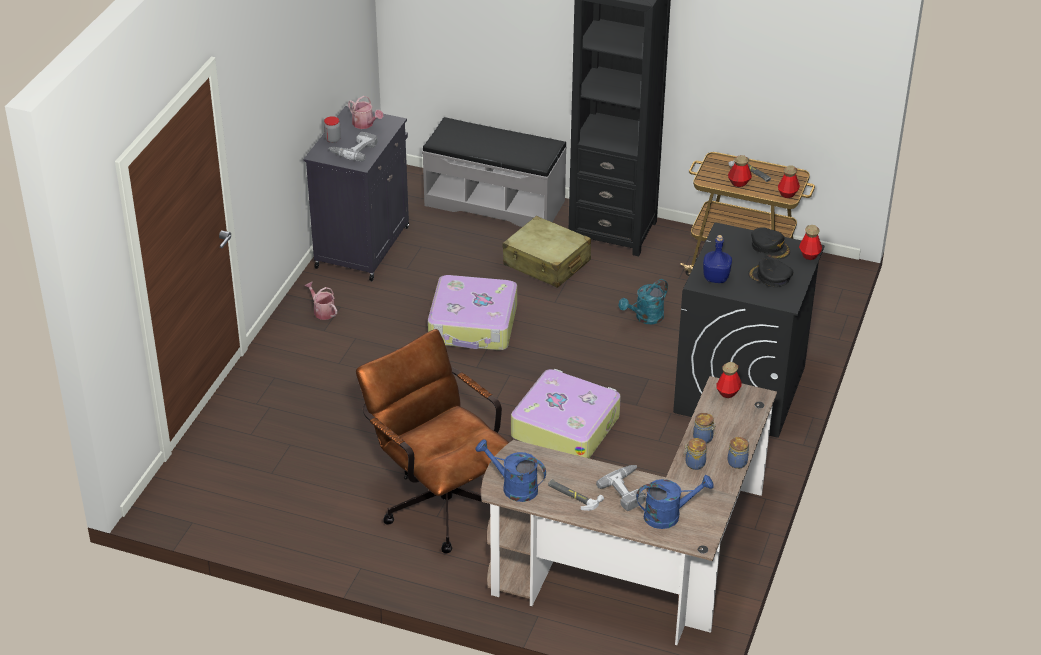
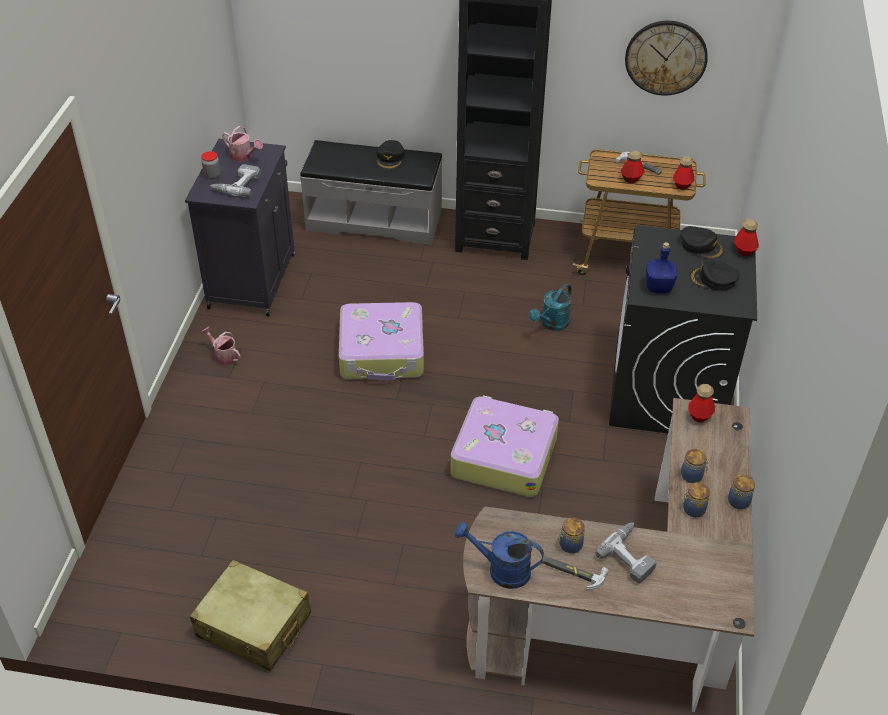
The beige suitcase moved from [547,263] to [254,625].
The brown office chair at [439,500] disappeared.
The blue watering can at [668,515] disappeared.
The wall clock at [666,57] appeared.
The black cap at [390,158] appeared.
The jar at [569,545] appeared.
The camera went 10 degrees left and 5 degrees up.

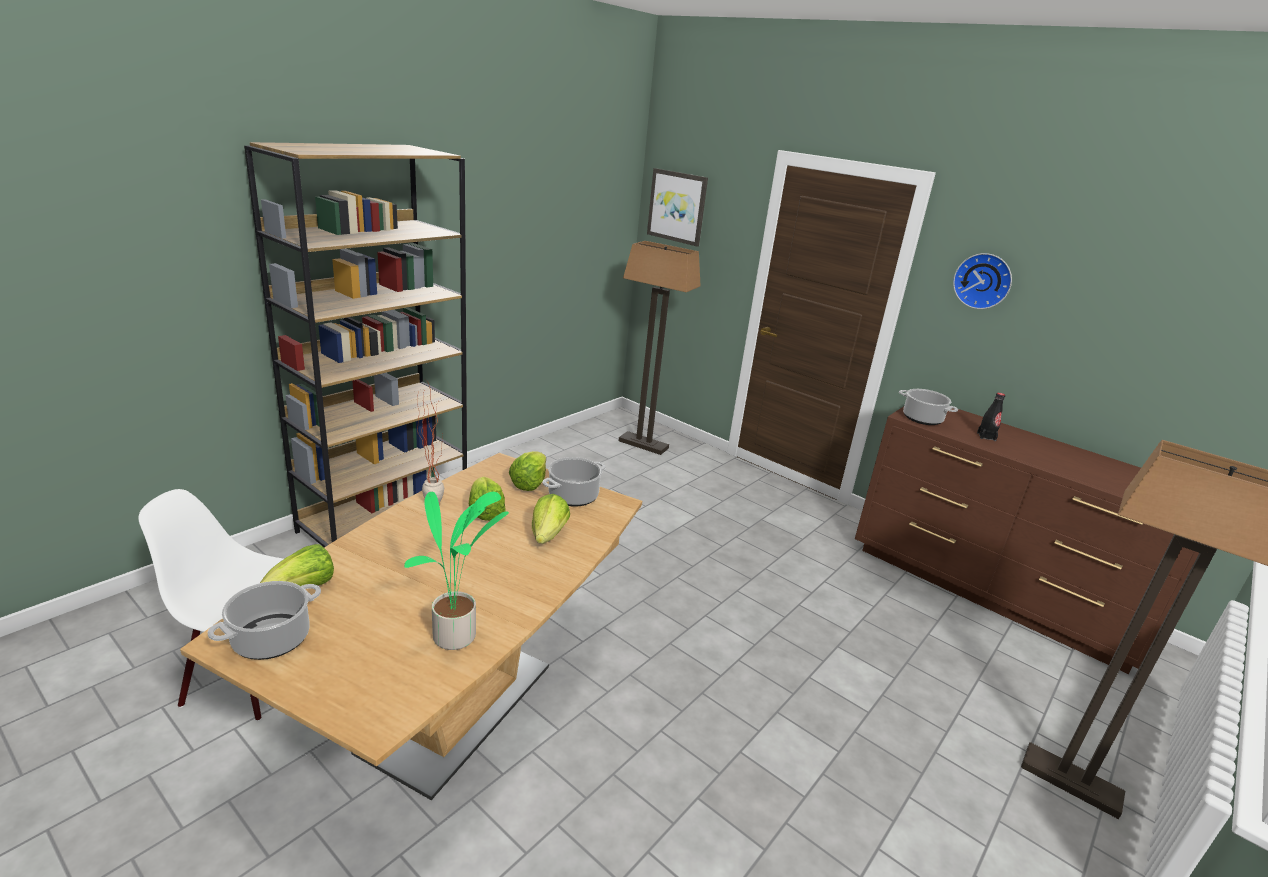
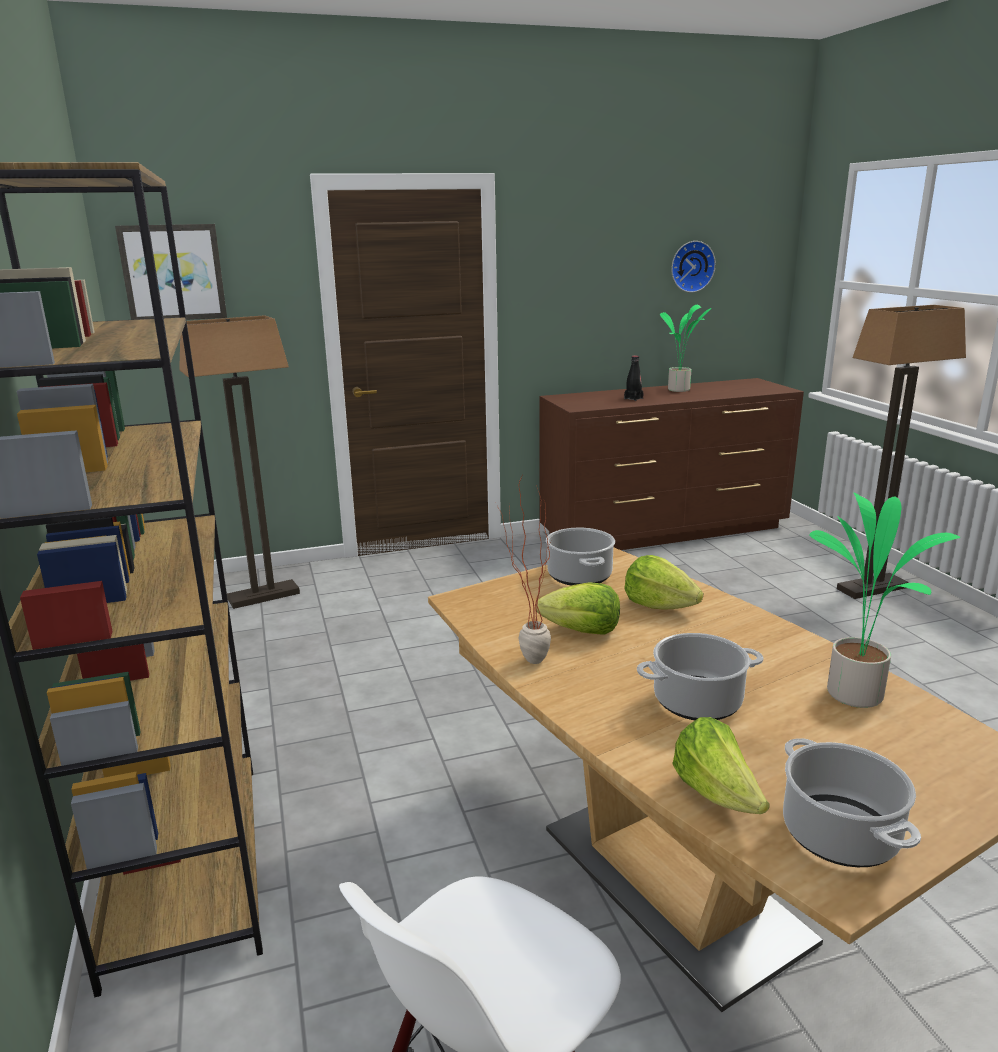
The wall clock moved from [983,280] to [691,266].
The cooking pot moved from [923,419] to [698,701].
The lettuce at [529,483] disappeared.
The potted plant at [680,390] appeared.
The camera went 55 degrees left and 5 degrees down.

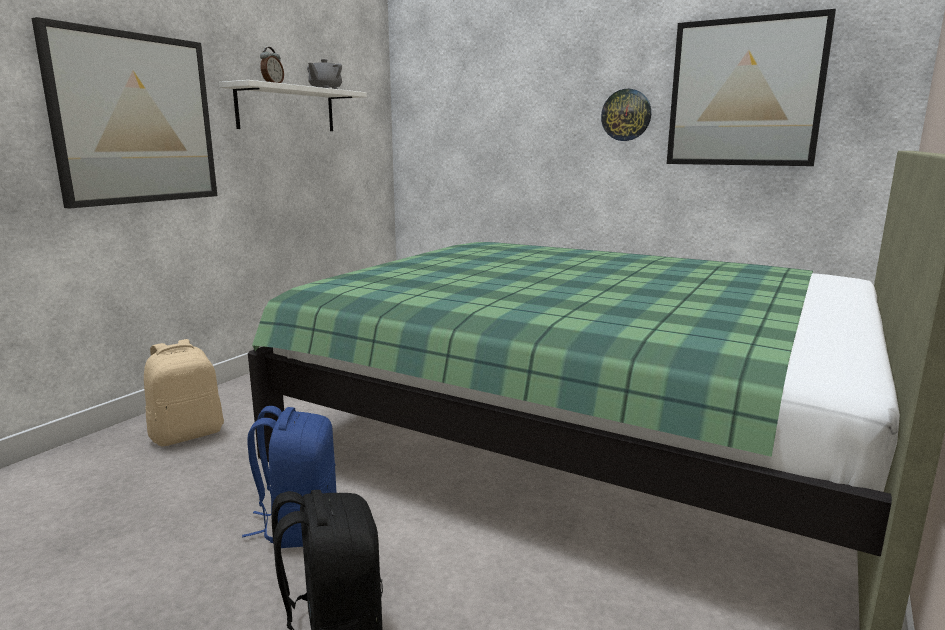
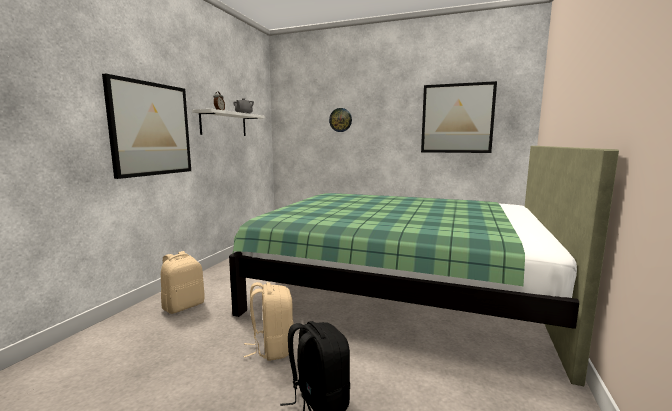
The wall clock moved from [626,115] to [340,120].
The blue backpack at [299,525] became the beige backpack at [272,348].
The camera went 10 degrees left and 5 degrees down.

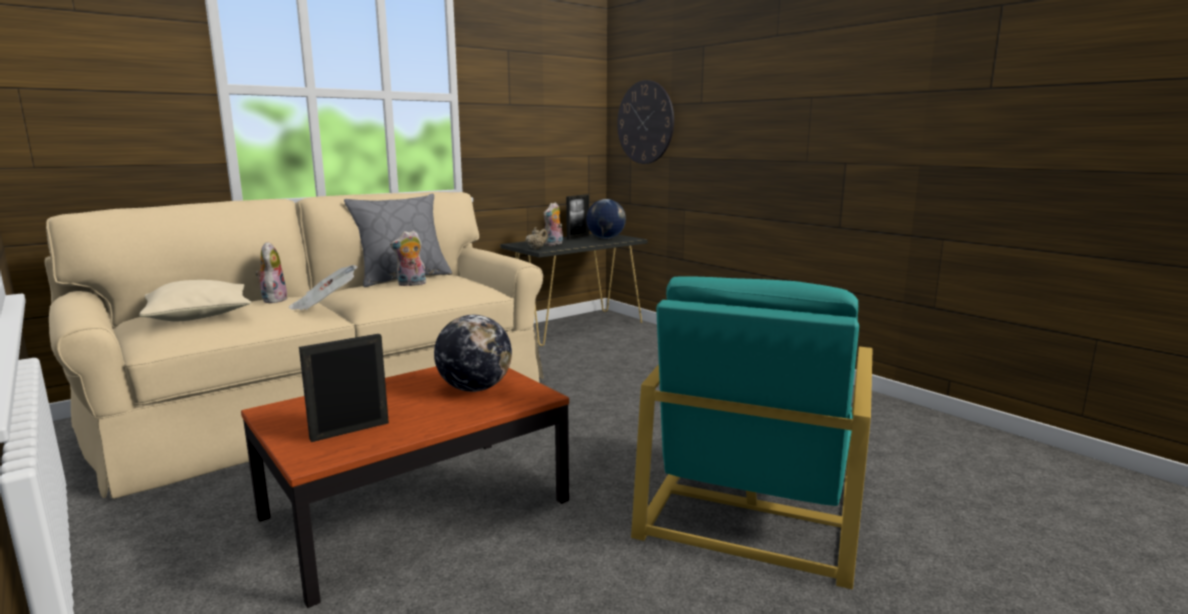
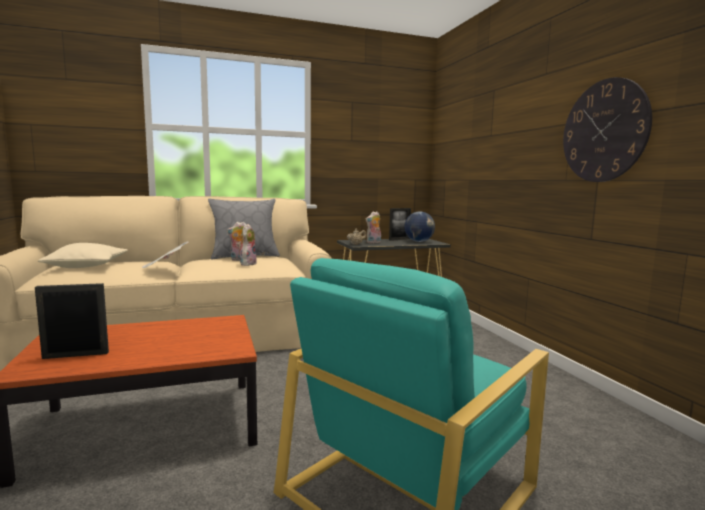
The wall clock moved from [645,122] to [604,131].
The plush toy moved from [273,300] to [247,264].
The globe at [474,389] disappeared.
The camera went 20 degrees right and 5 degrees down.

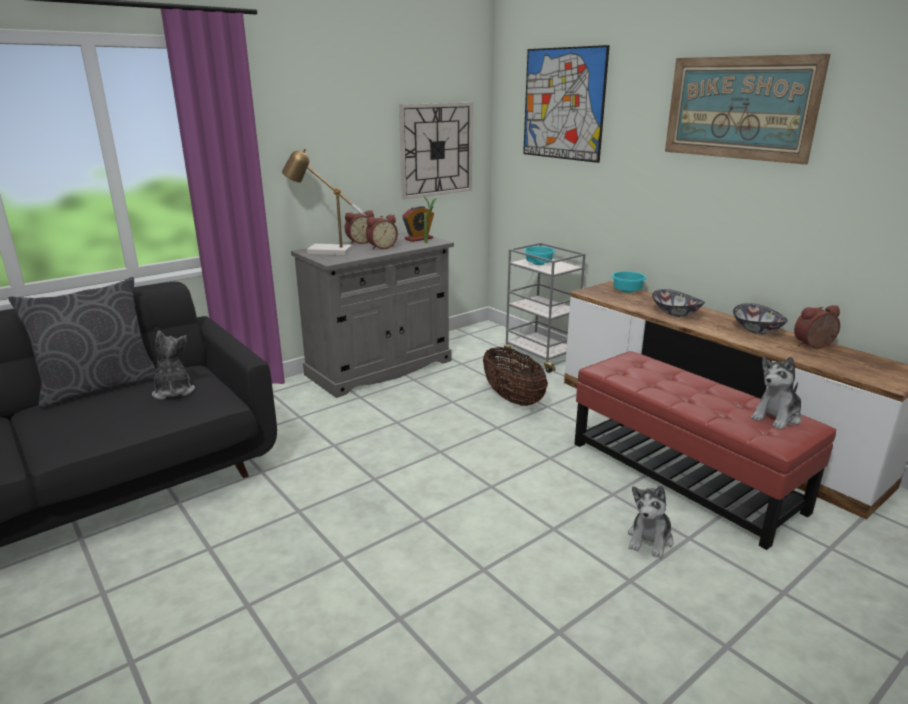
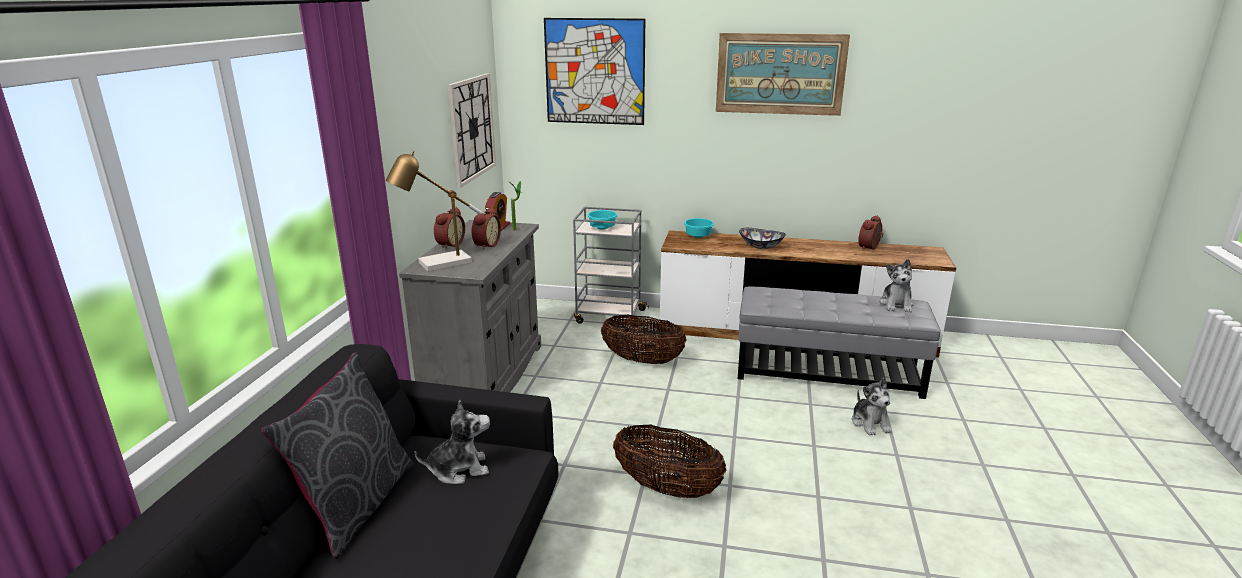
The bowl at [757,330] disappeared.
The plush toy at [173,391] turned 135 degrees clockwise.
The red ottoman at [683,475] became the grey ottoman at [827,371].
The basket at [667,488] appeared.
The camera went 40 degrees left and 0 degrees up.

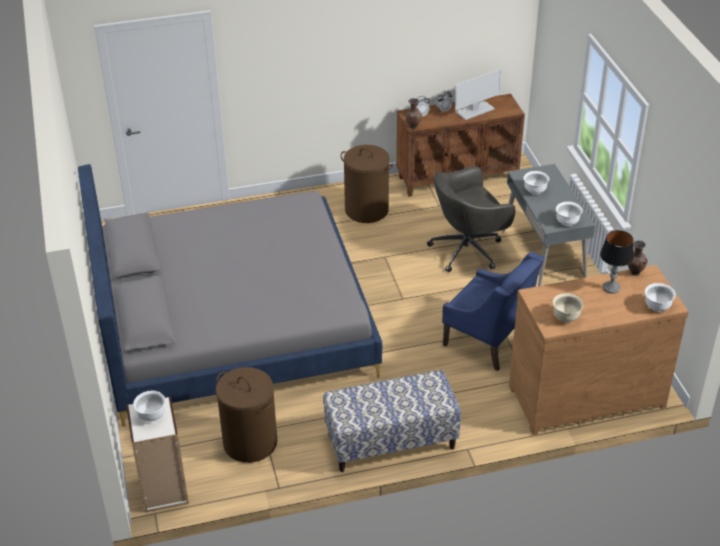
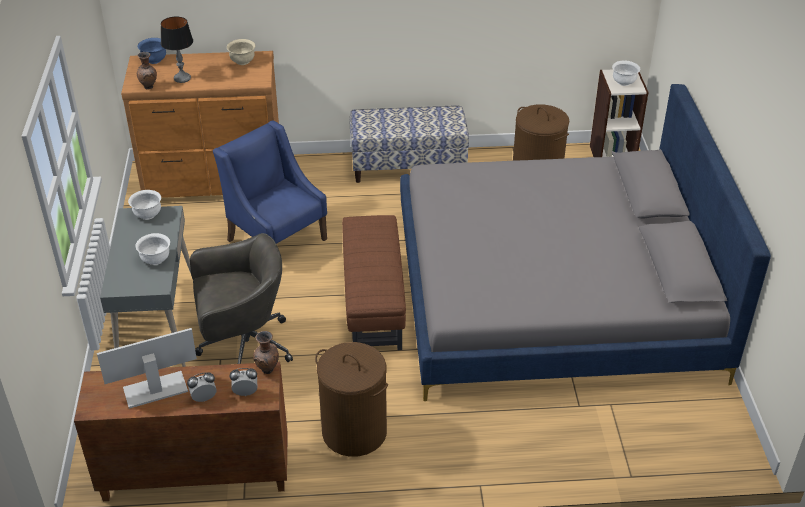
The white bowl at [657,307] became the blue bowl at [154,60].
The brown ottoman at [374,302] appeared.
The camera went 170 degrees left and 0 degrees up.

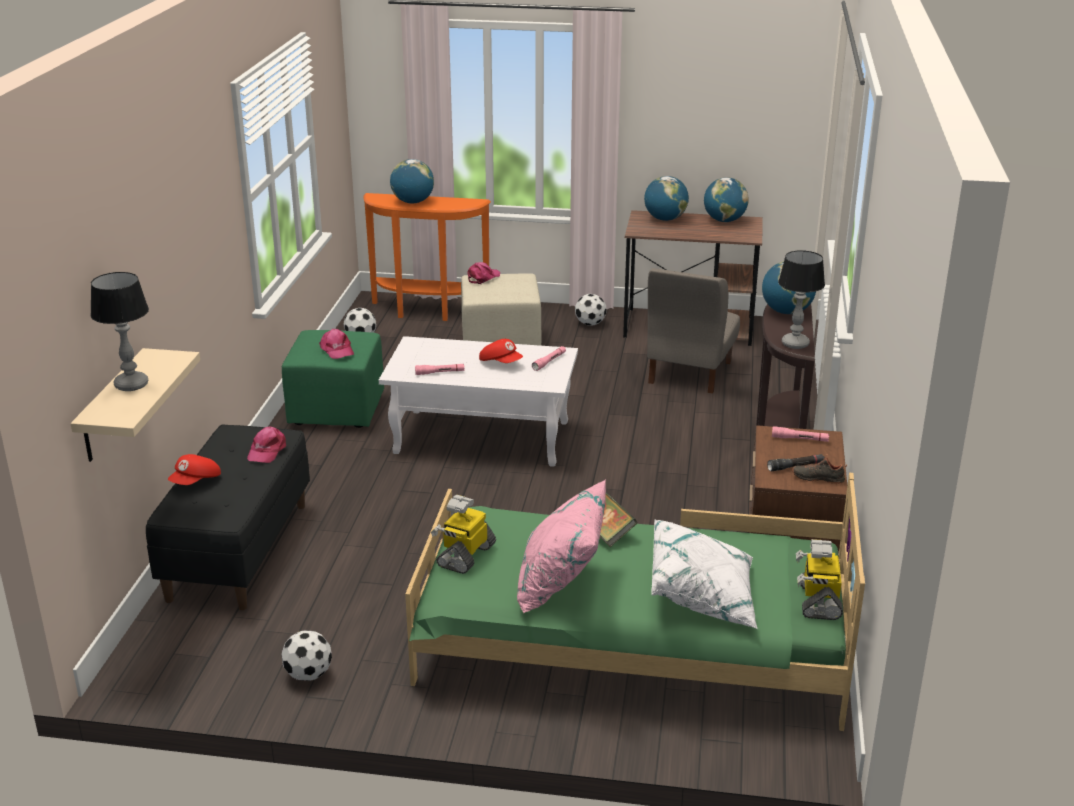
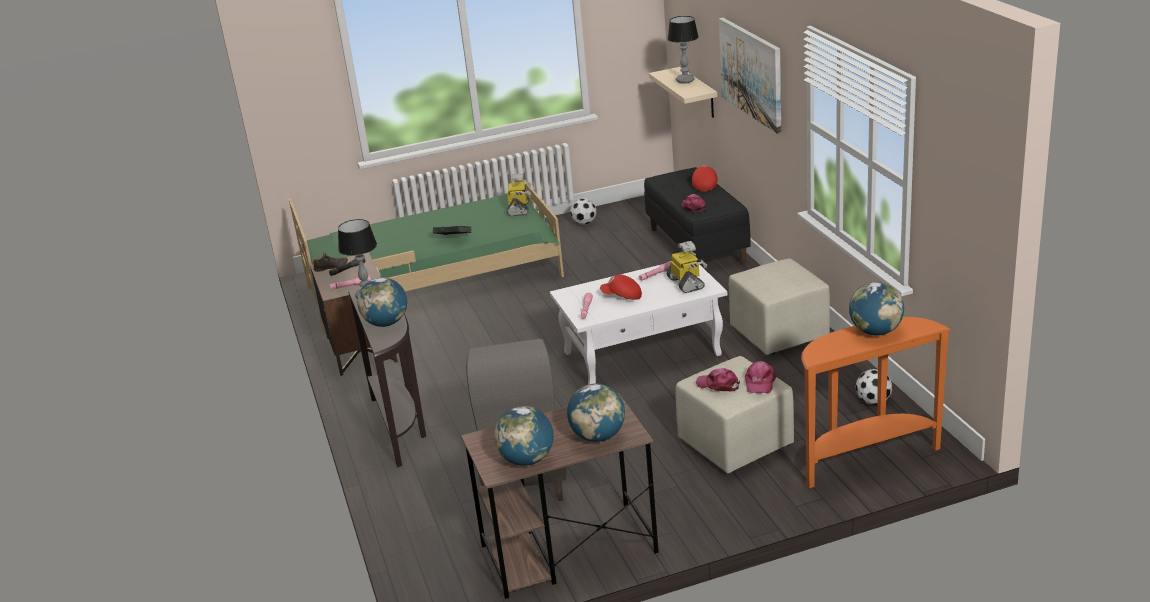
The football at [590,323] disappeared.
The pink cap moved from [336,350] to [718,385].
The green ottoman at [336,409] became the beige ottoman at [780,334].
The pink pillow at [561,583] disappeared.
The white pillow at [702,596] disappeared.
The toy robot moved from [818,600] to [686,283].
The picture at [751,73] appeared.
The camera went 155 degrees right and 0 degrees up.

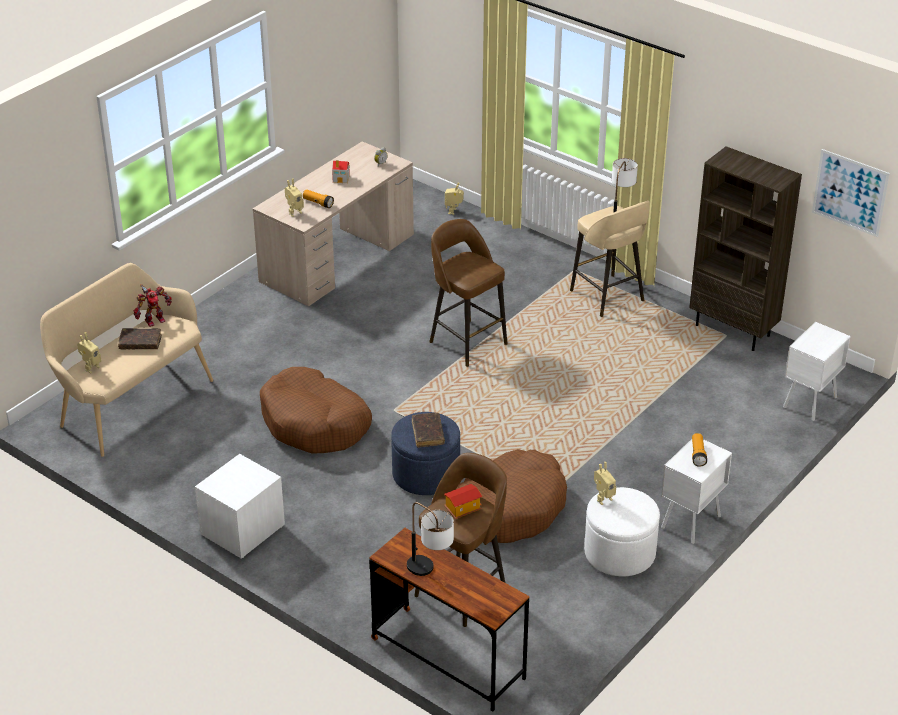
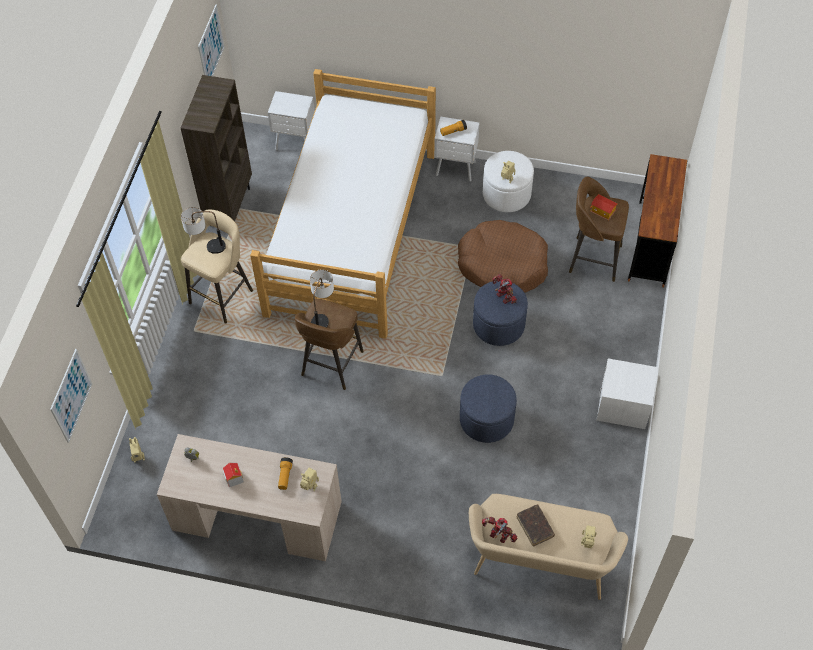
The brown dog bed at [315,423] was replaced by the blue ottoman at [486,419].
The brown book at [428,434] was replaced by the toy robot at [503,297].
The table lamp moved from [430,573] to [322,315].
The bed at [353,232] appeared.
The picture at [71,396] appeared.
The camera went 115 degrees left and 20 degrees up.

